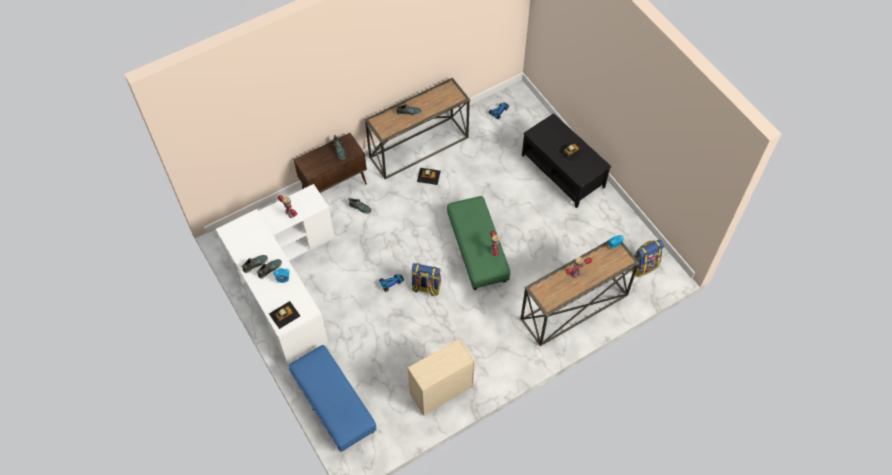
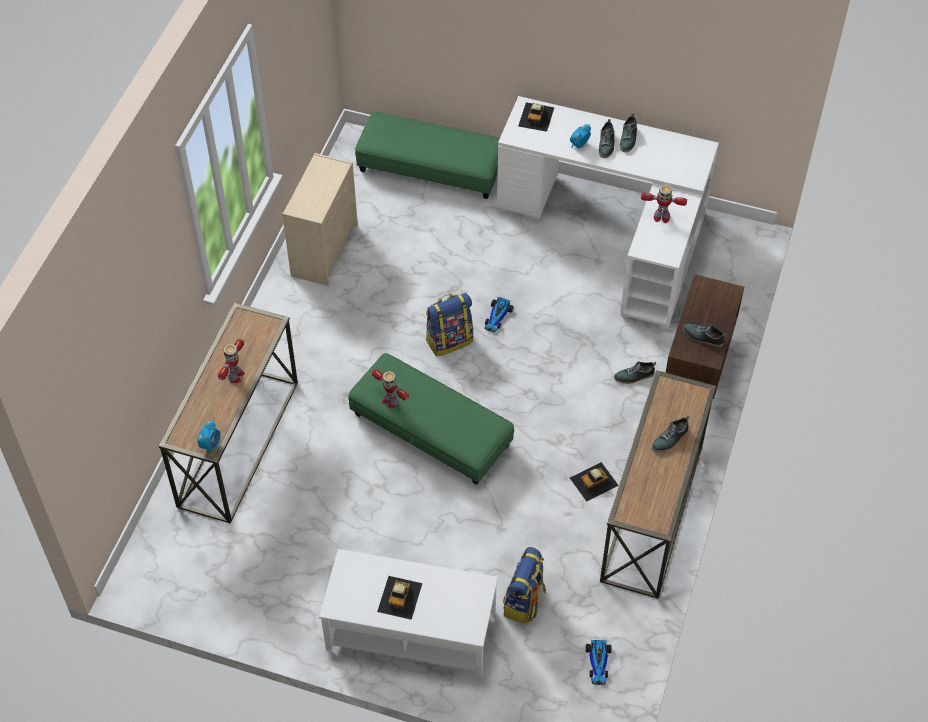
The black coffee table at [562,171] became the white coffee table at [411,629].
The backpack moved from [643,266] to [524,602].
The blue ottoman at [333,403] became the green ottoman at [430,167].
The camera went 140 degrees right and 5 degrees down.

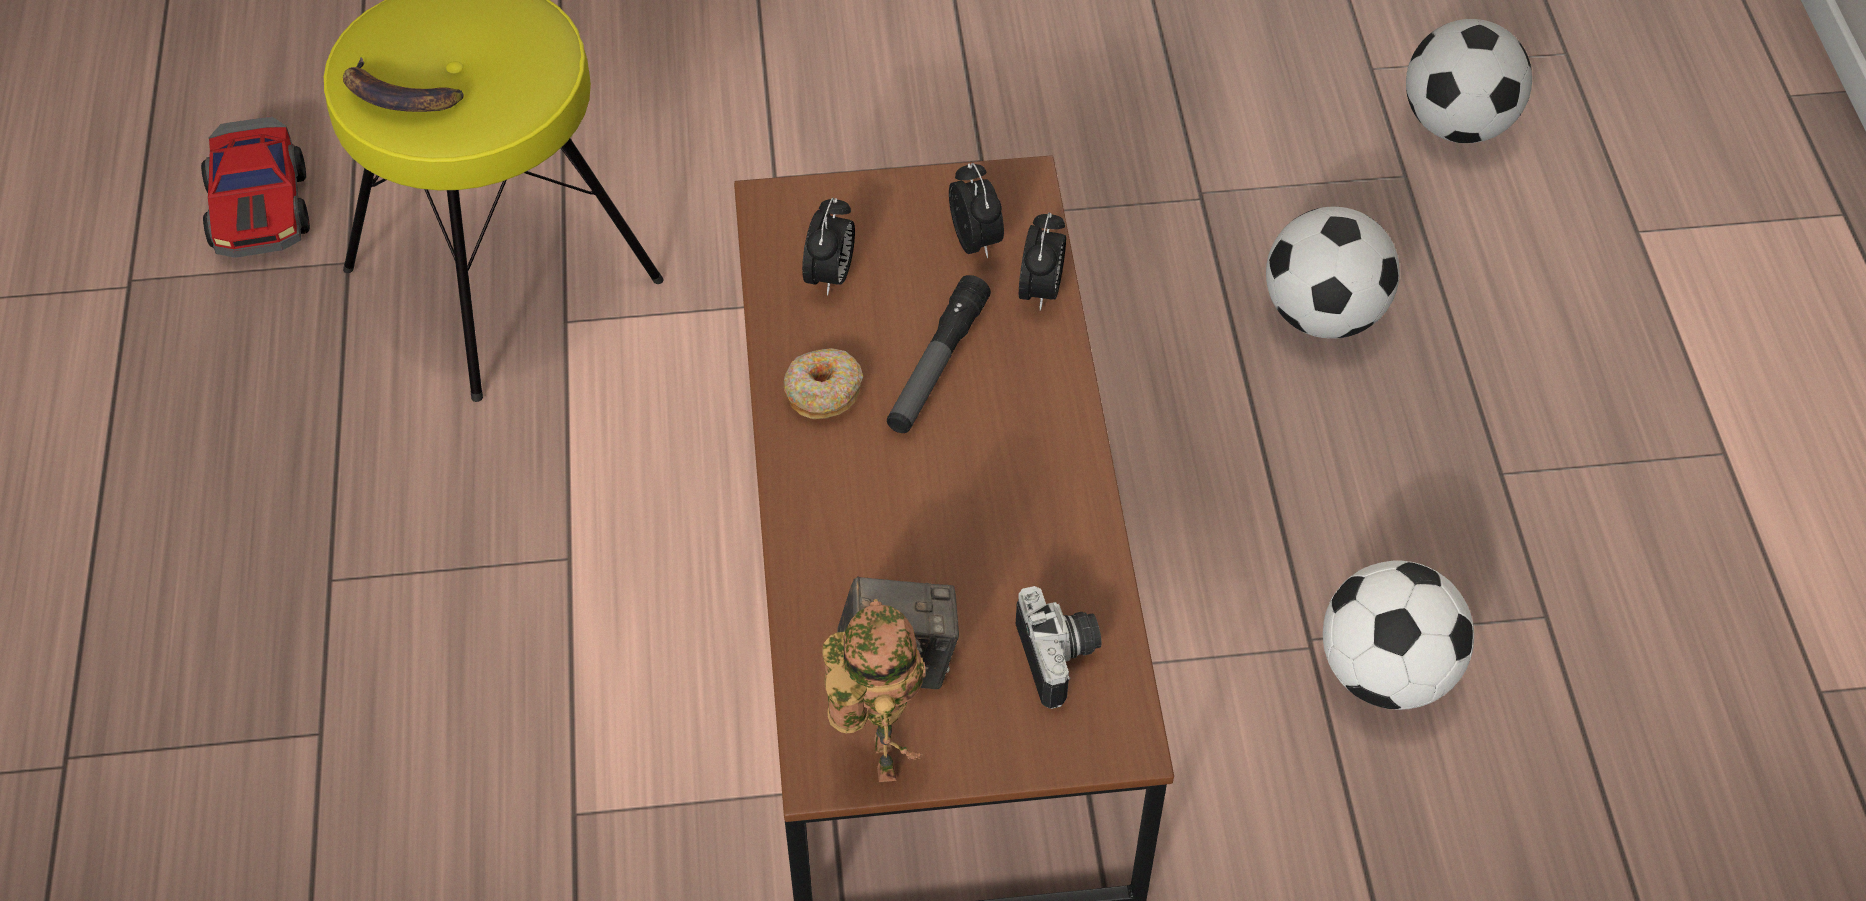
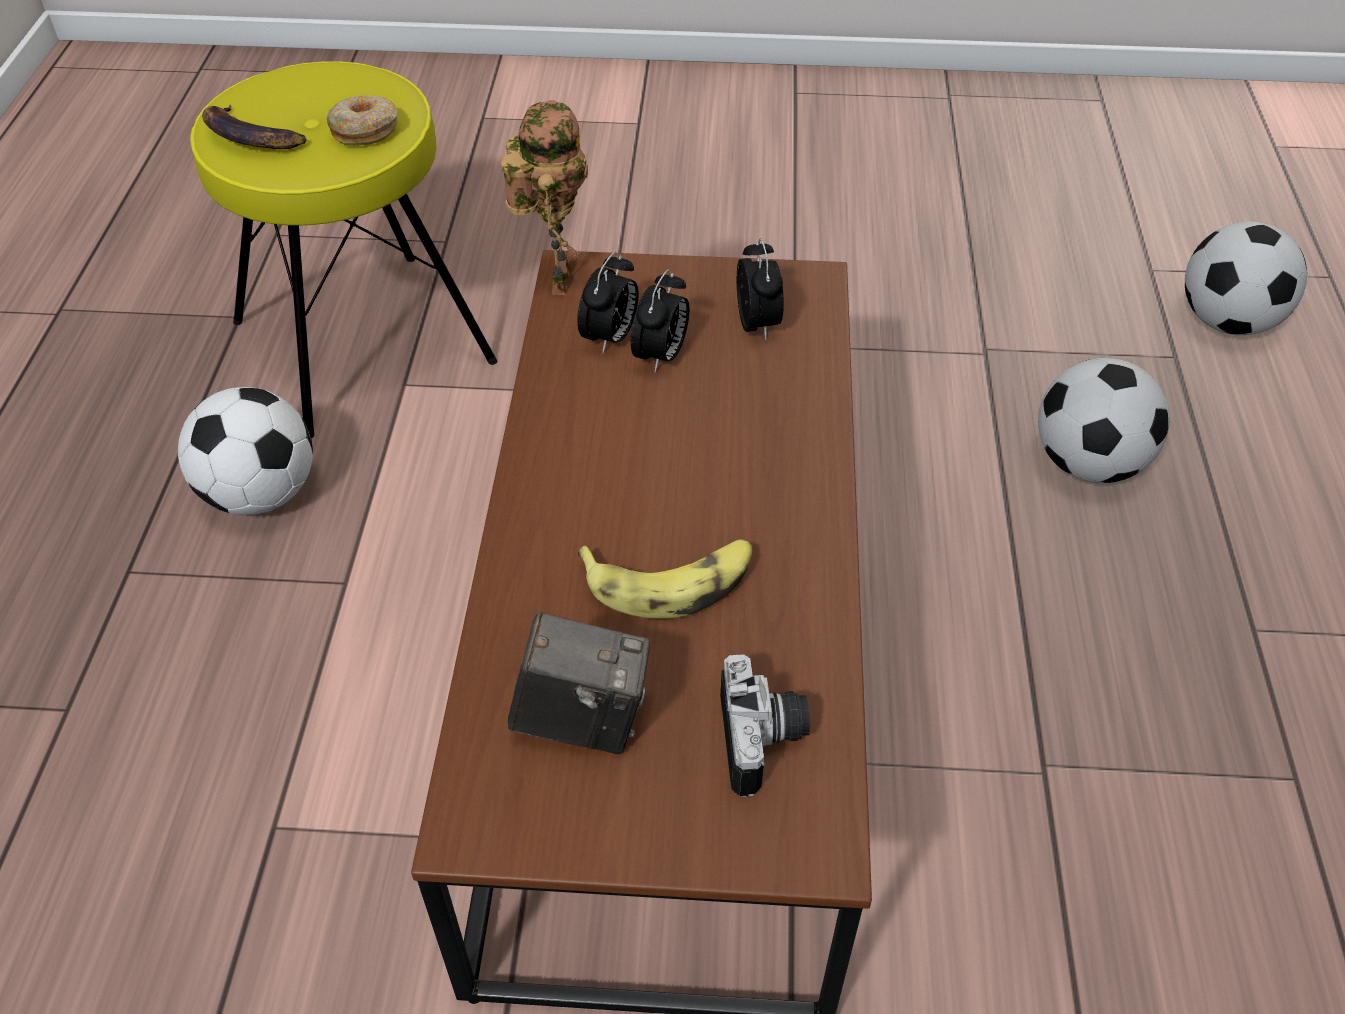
The toy car at [260,206] disappeared.
The alarm clock moved from [1041,291] to [661,356].
The flashlight at [937,365] disappeared.
The donut moved from [823,391] to [365,130].
The football moved from [1385,673] to [260,494].
The toy robot moved from [878,756] to [556,280].
The banana at [671,581] appeared.
The camera went 10 degrees right and 5 degrees down.

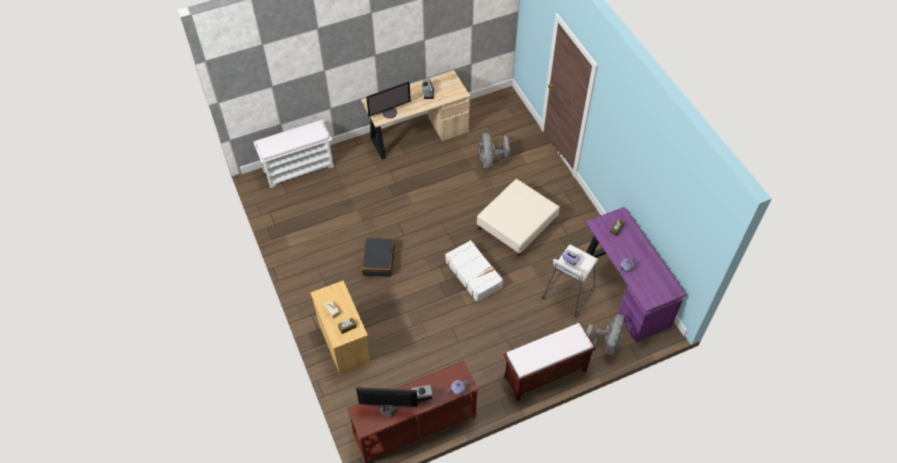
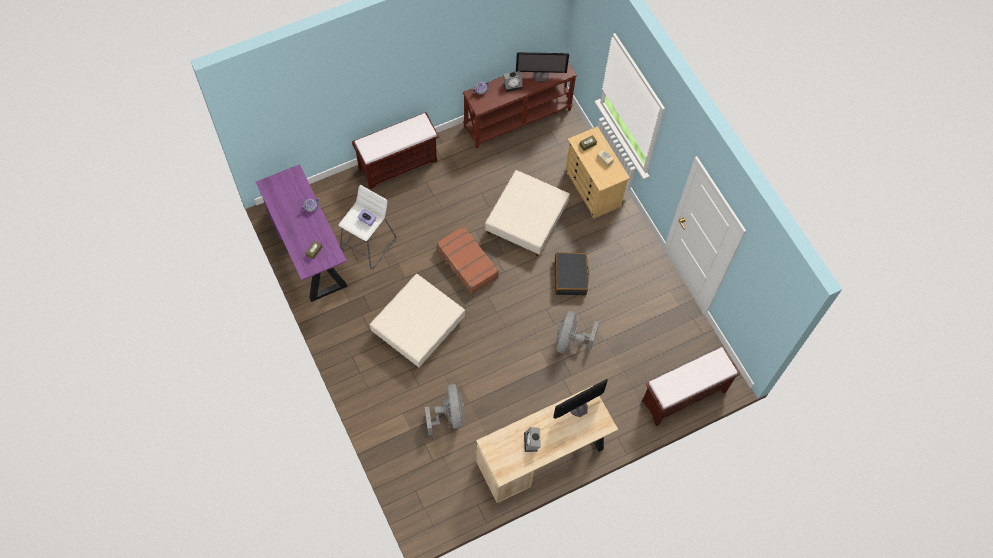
The white bench at [299,168] became the brown bench at [683,397].
The white suitcase at [474,274] became the brown suitcase at [467,264].
The grey fan moved from [605,344] to [570,340].
The beige ottoman at [527,219] appeared.
The camera went 175 degrees right and 10 degrees up.

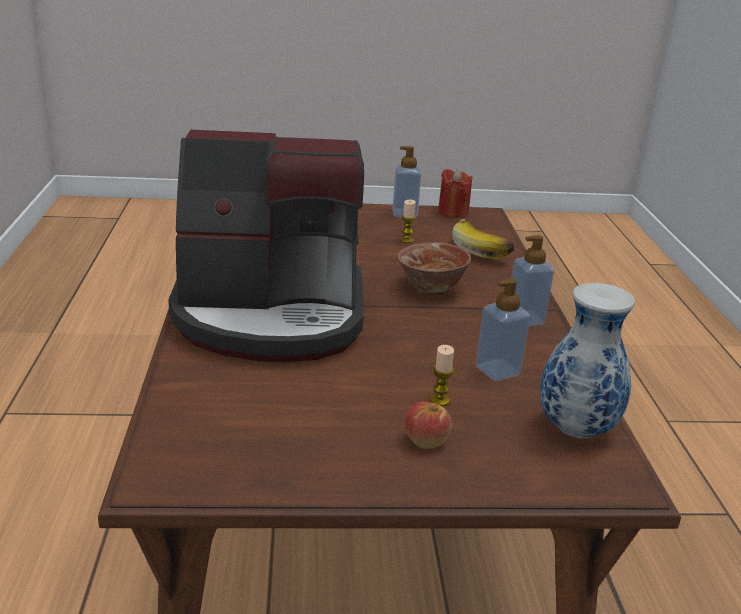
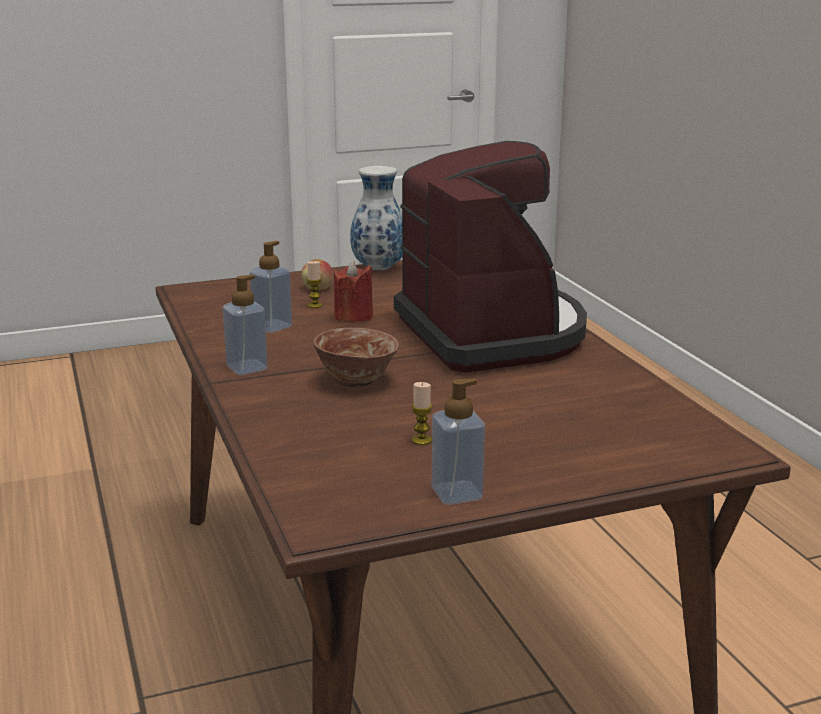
The coffee machine at [271,316] turned 90 degrees clockwise.
The red candle moved from [453,212] to [353,317].
The banana at [482,249] disappeared.
The vase moved from [574,428] to [380,268].
The camera went 165 degrees right and 5 degrees down.

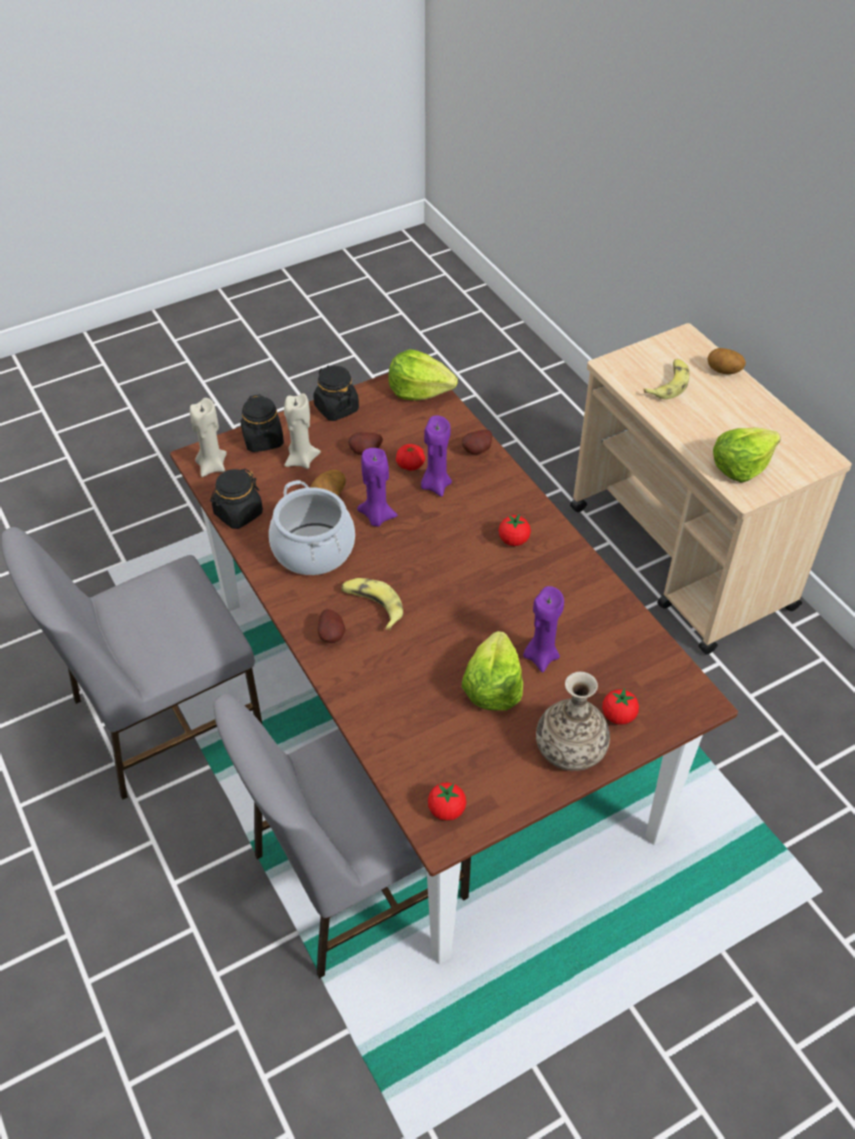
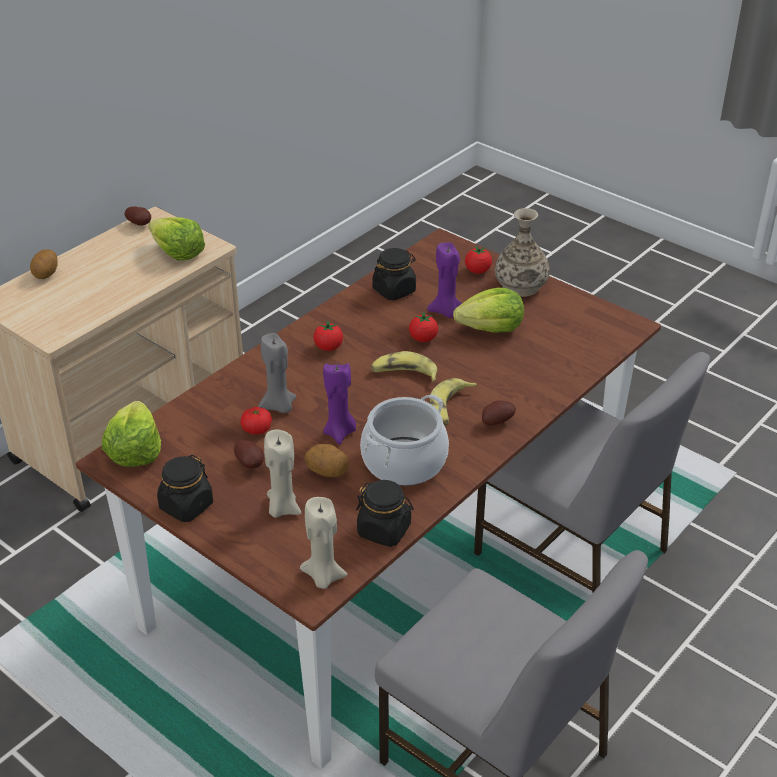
The banana moved from [668,384] to [404,374].
The black jar moved from [263,440] to [394,290].
The purple candle at [435,485] became the grey candle at [279,406].
The potato moved from [478,451] to [140,224].
The tomato moved from [446,810] to [423,339].
The camera went 110 degrees left and 10 degrees down.

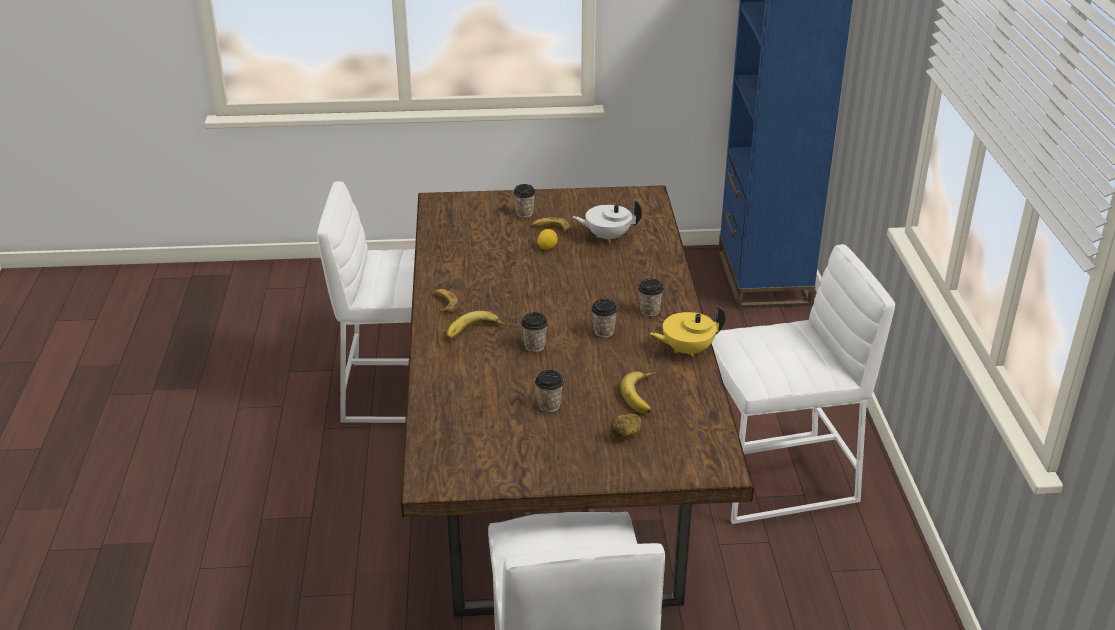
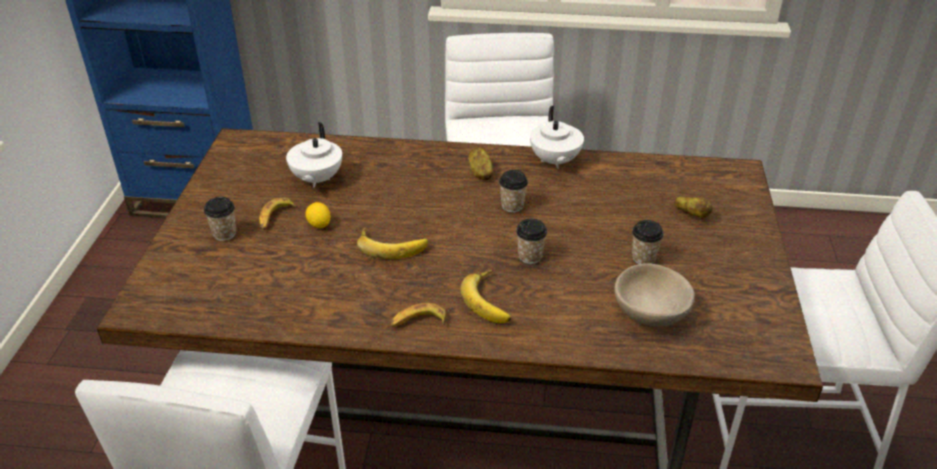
The cup at [649,311] was replaced by the potato at [480,172].
The yellow teapot at [686,350] became the white teapot at [554,161].
The banana moved from [644,396] to [392,245].
The beige bowl at [649,314] appeared.
The camera went 80 degrees left and 5 degrees up.

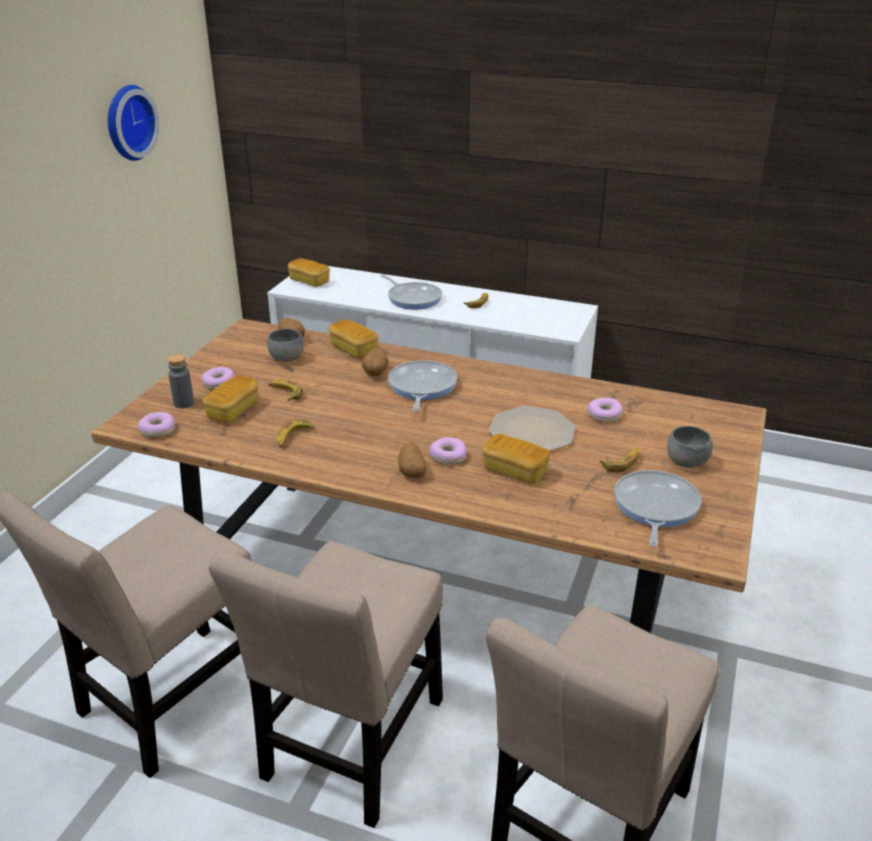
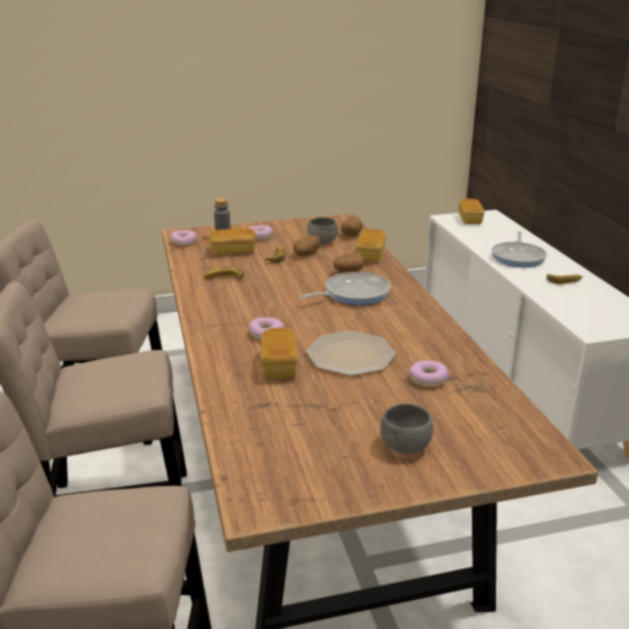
The wall clock at [127,122] disappeared.
The potato moved from [412,471] to [306,254].
The banana at [622,462] disappeared.
The frying pan at [654,507] disappeared.
The camera went 55 degrees right and 5 degrees down.

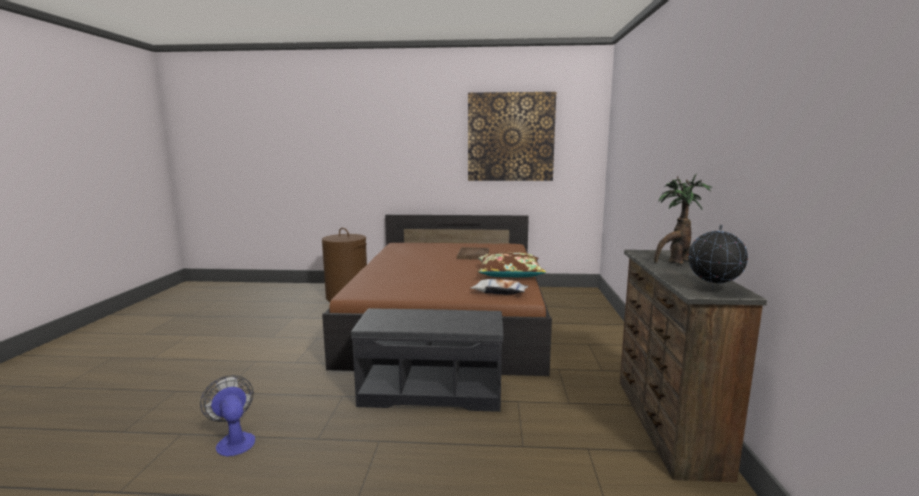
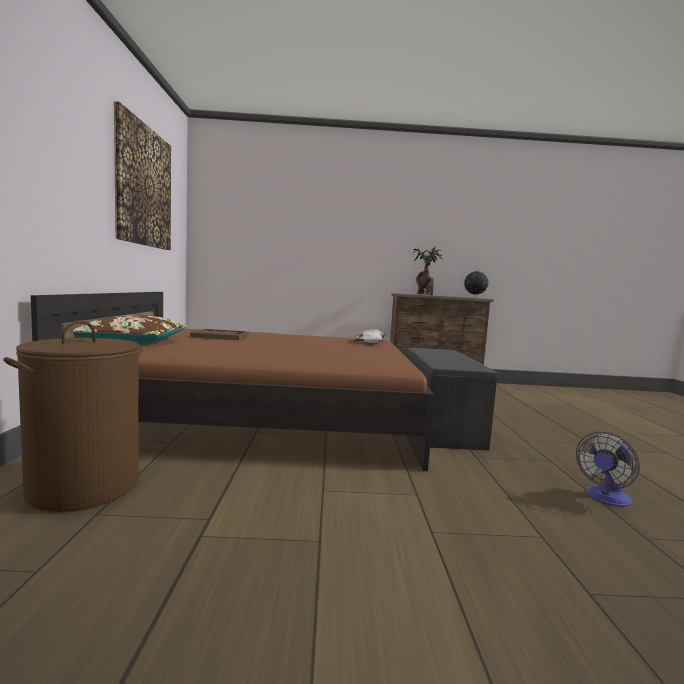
The brown pillow moved from [509,274] to [133,341].
The camera went 95 degrees left and 5 degrees down.

